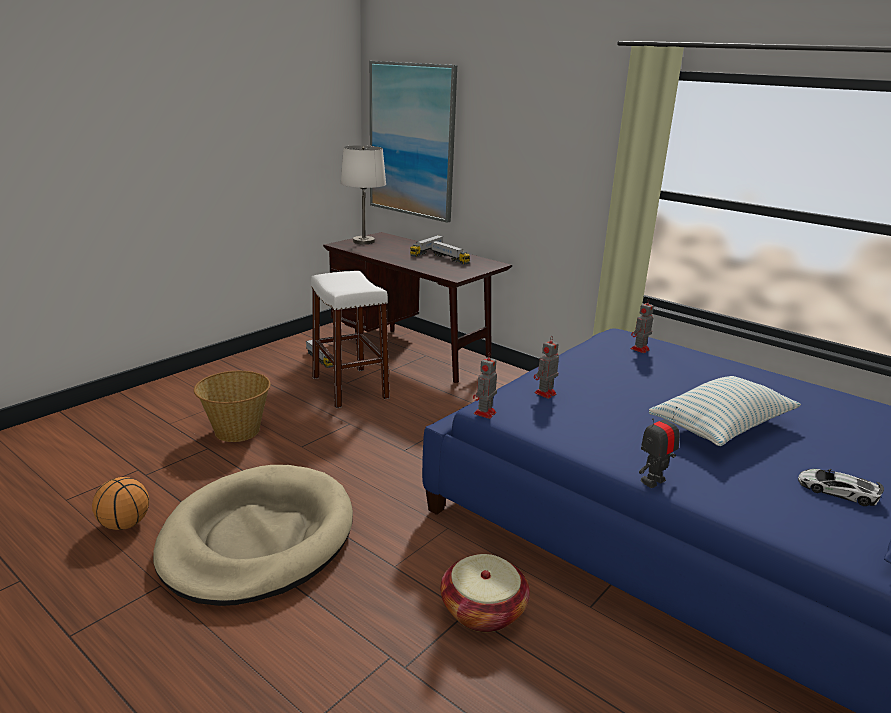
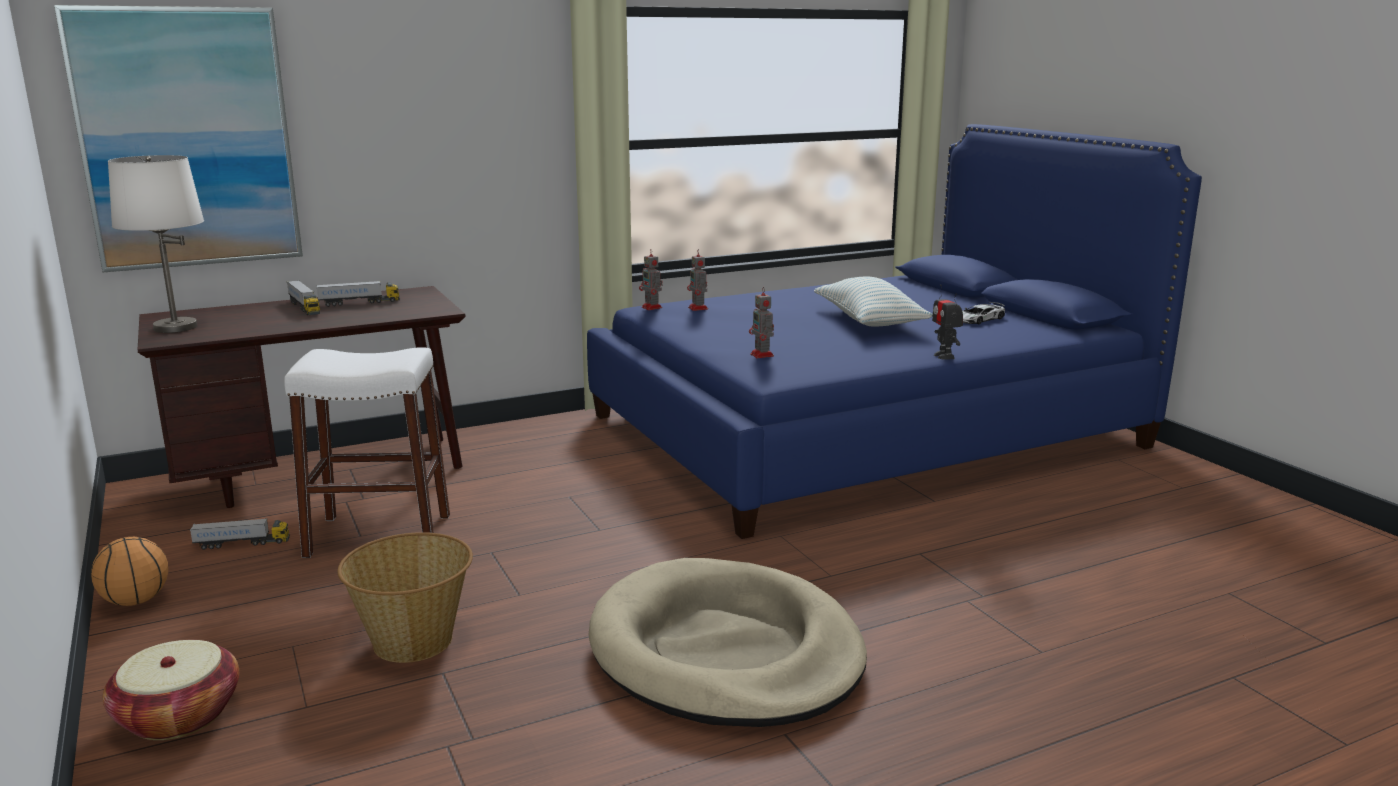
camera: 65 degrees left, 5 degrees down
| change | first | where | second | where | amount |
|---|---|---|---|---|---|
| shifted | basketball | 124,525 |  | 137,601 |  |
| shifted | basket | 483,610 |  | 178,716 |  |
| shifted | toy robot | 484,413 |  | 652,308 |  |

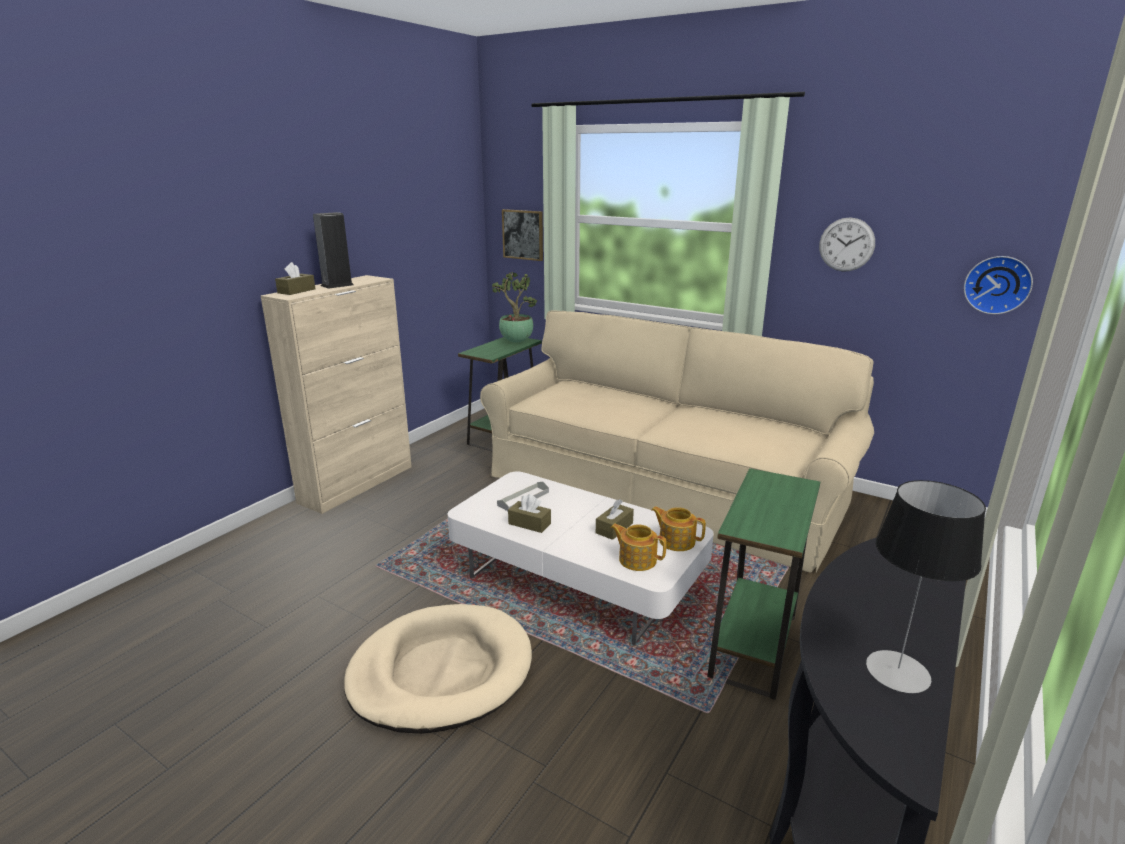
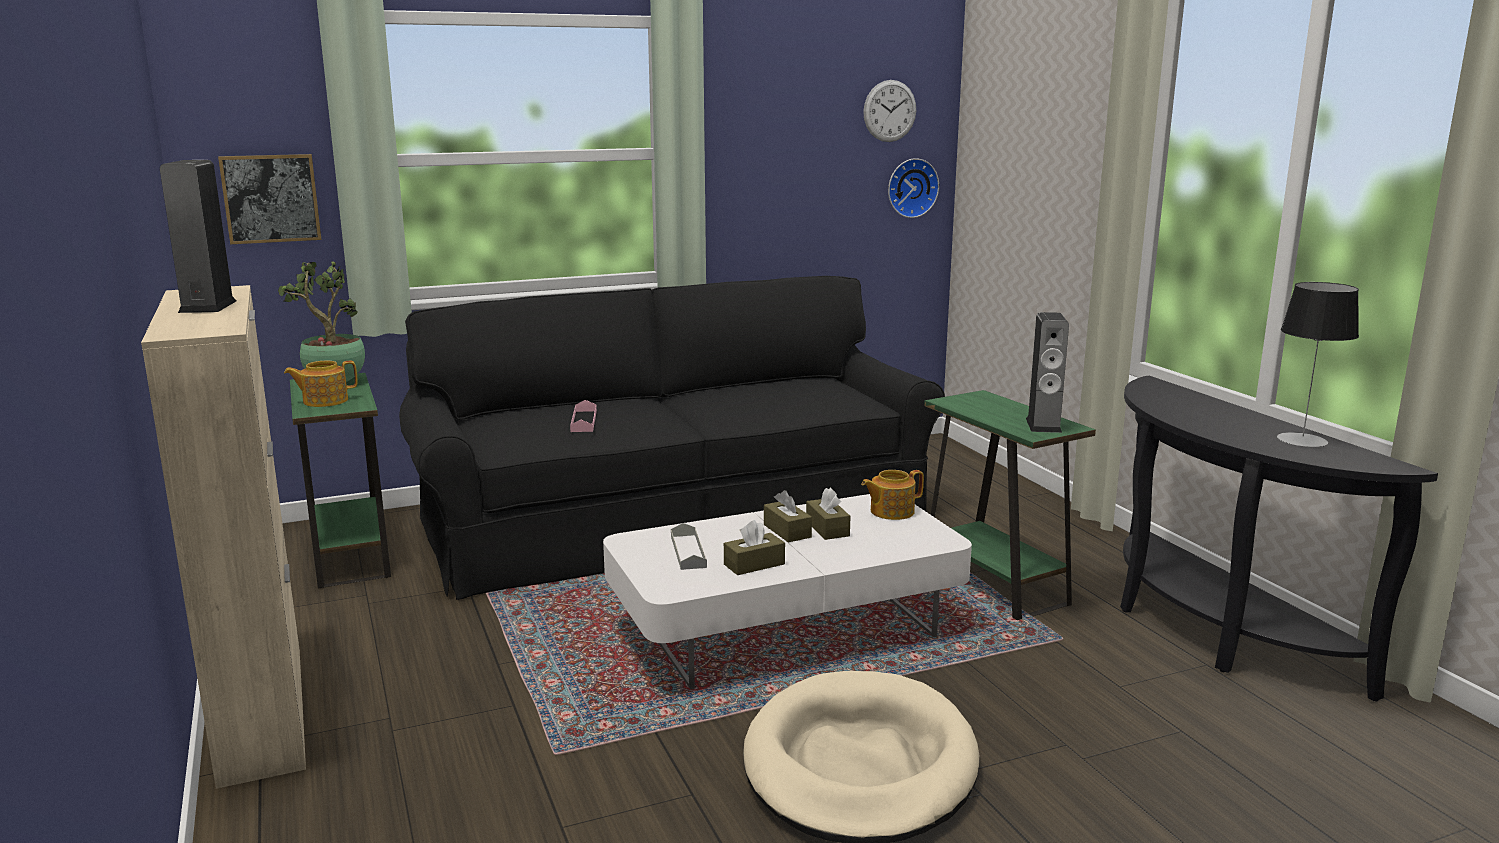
camera: 55 degrees left, 5 degrees down
| change | first | where | second | where | amount |
|---|---|---|---|---|---|
| new |  |  | pink tray | 584,421 |  |
| new |  |  | speaker | 1043,425 |  |
| shifted | brown tissue box | 296,291 |  | 787,531 |  |
| shifted | teapot | 637,559 |  | 324,401 |  |
| shifted | wall clock | 846,244 |  | 889,111 |  |
| repainted | beige sofa | 663,490 | black sofa | 676,520 |  |

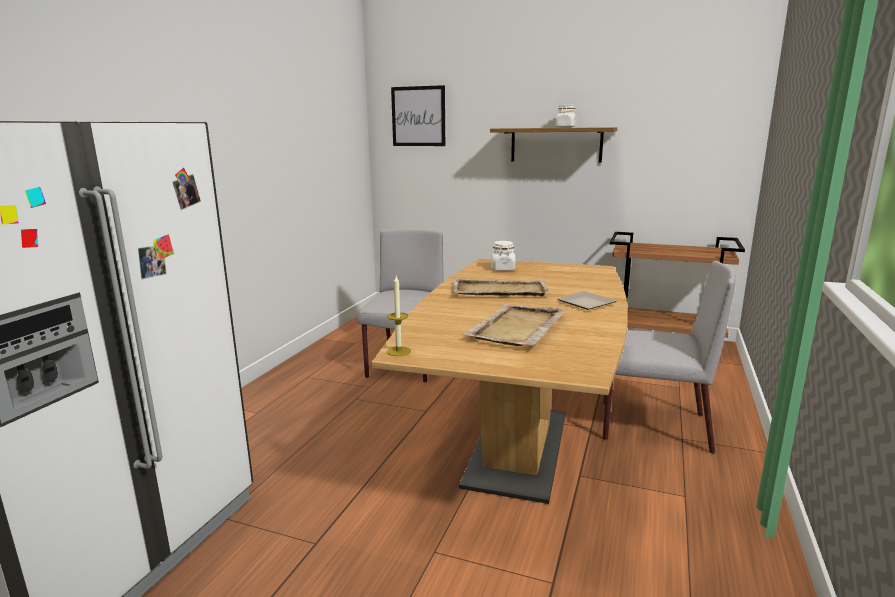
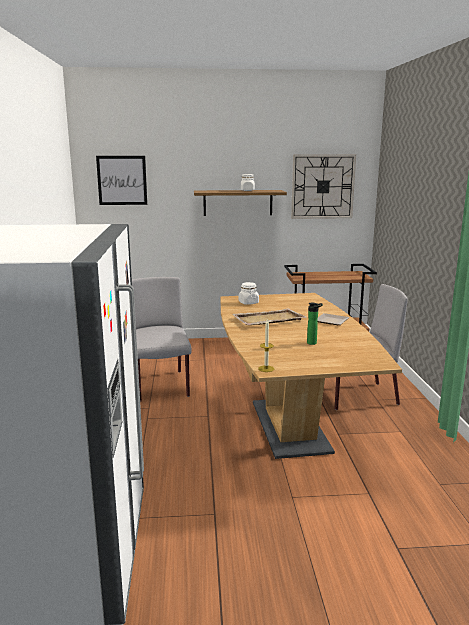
camera: 25 degrees left, 0 degrees up
| change | first | where | second | where | amount |
|---|---|---|---|---|---|
| new |  |  | wall clock | 322,186 |  |
| swapped | beige tray | 516,328 | bottle | 313,343 |  |

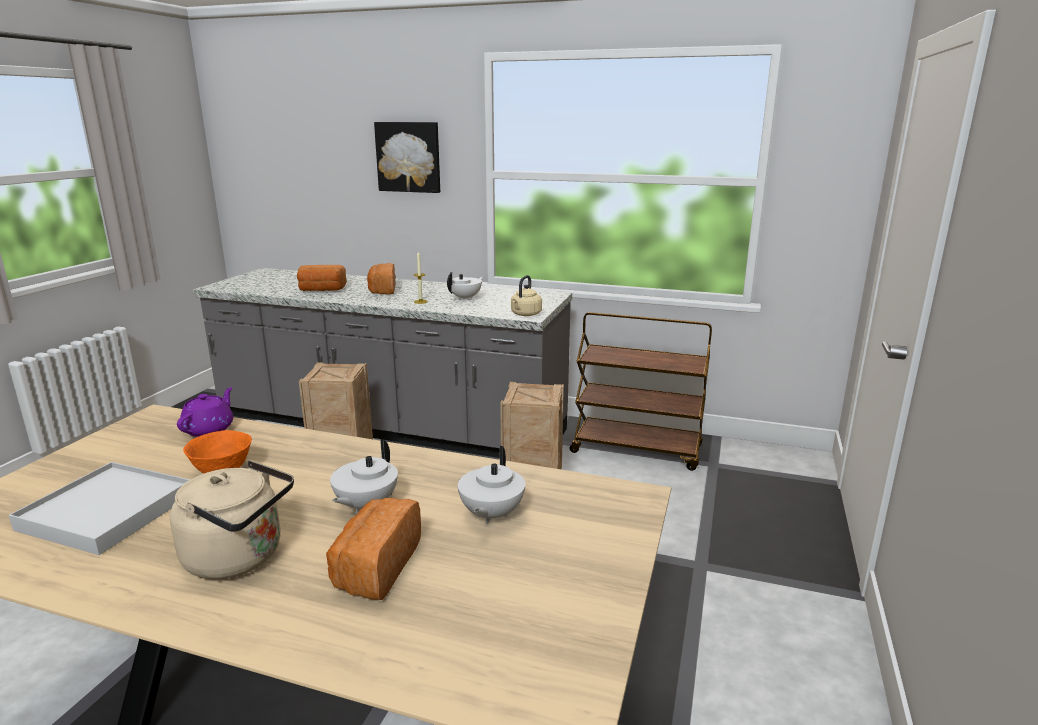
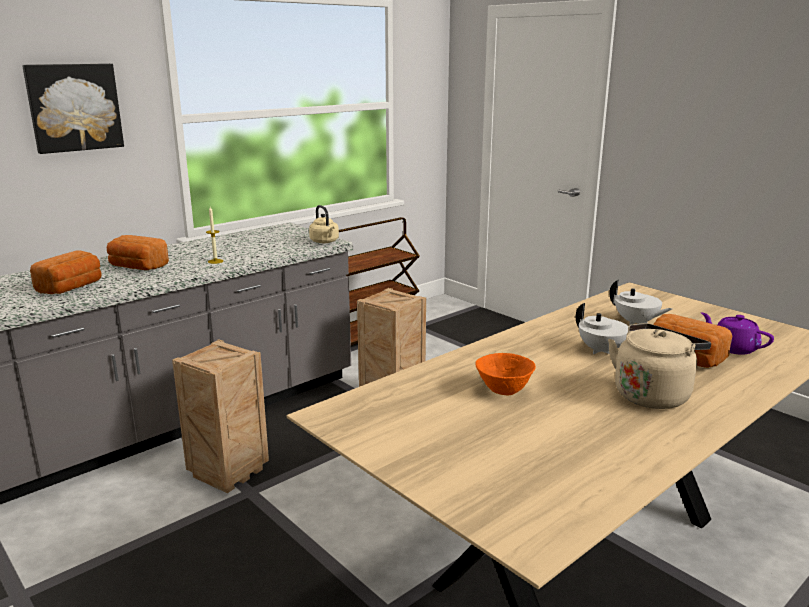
camera: 60 degrees left, 0 degrees up
| change | first | where | second | where | amount |
|---|---|---|---|---|---|
| gone | white tray | 107,511 |  |  |  |
| gone | white teapot | 466,298 |  |  |  |
| shifted | purple teapot | 209,429 |  | 732,348 |  |

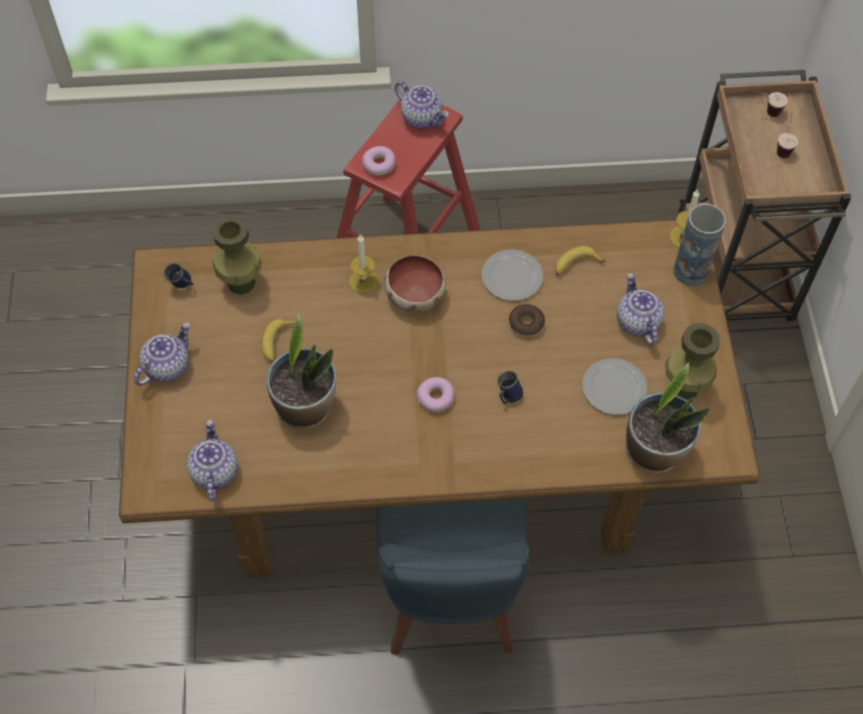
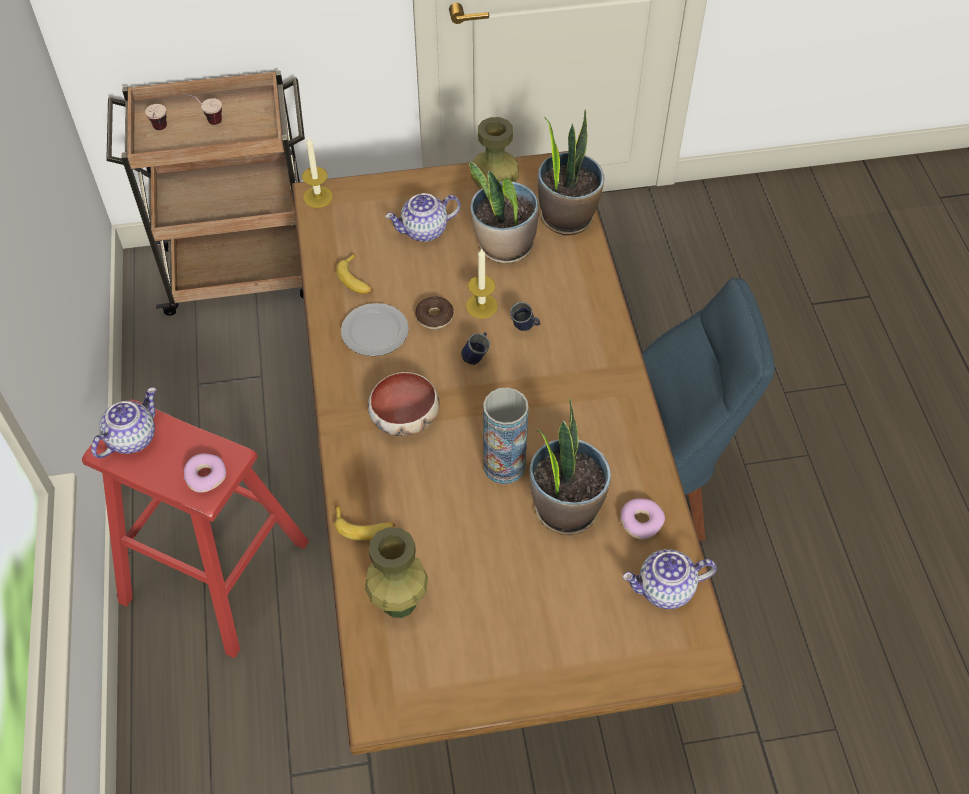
camera: 95 degrees left, 5 degrees down
| change | first | where | second | where | amount |
|---|---|---|---|---|---|
| gone | teapot | 167,366 |  |  |  |
| shifted | blue mug | 182,285 |  | 477,356 |  |
| shifted | banana | 277,343 |  | 364,527 |  |
| shifted | candle | 363,281 |  | 481,306 |  |
| shifted | donut | 436,397 |  | 641,521 |  |
| shifted | vase | 691,271 |  | 504,466 |  |
| swapped | plate | 613,389 | potted plant | 504,247 |  |

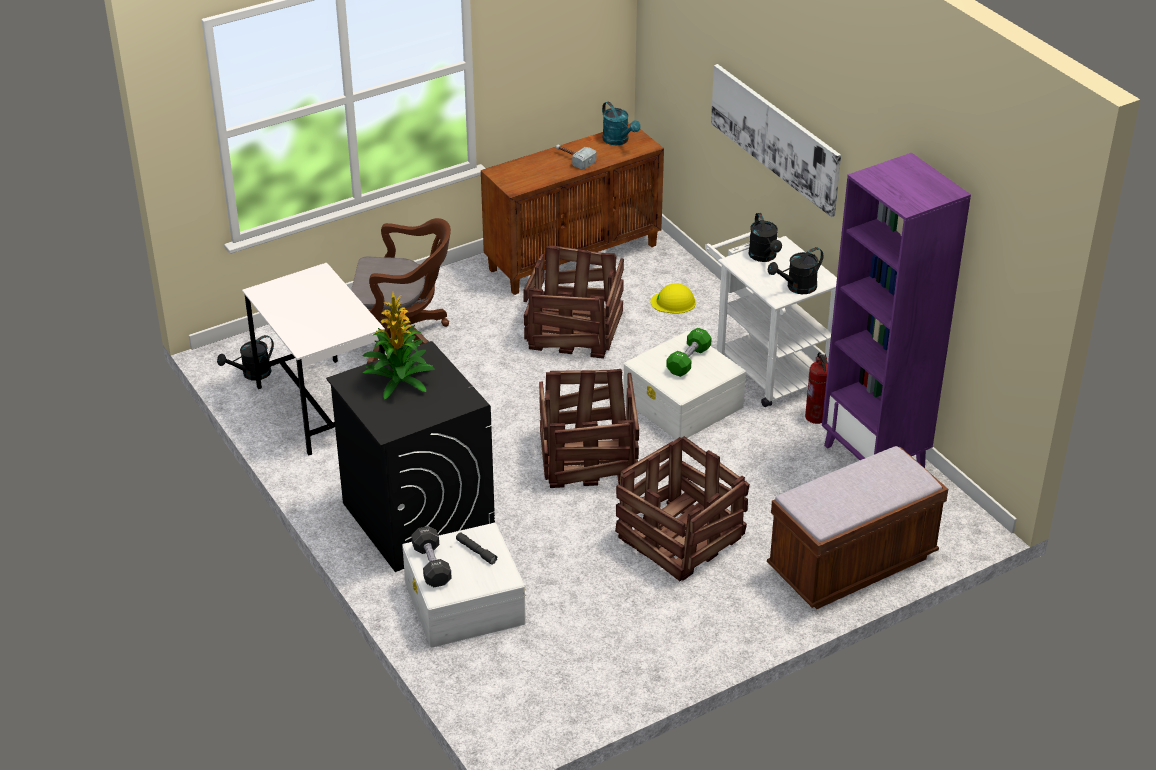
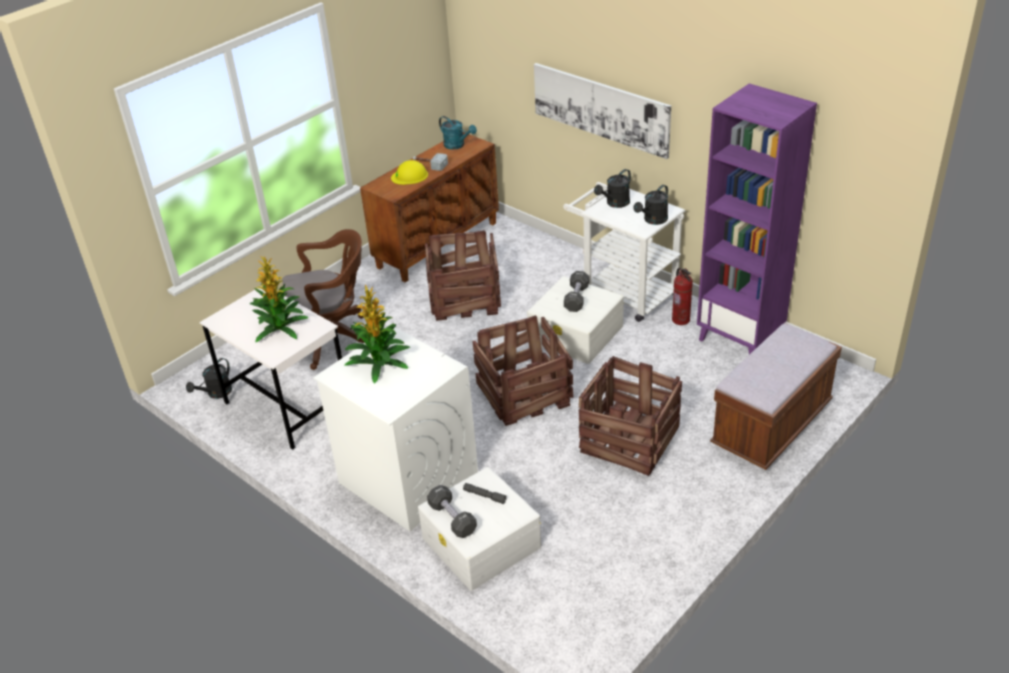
camera: 15 degrees left, 0 degrees up
| change | first | where | second | where | amount |
|---|---|---|---|---|---|
| new |  |  | potted plant | 281,328 |  |
| shifted | yellow hard hat | 673,302 |  | 410,176 |  |
| repainted | black washing machine | 417,517 | white washing machine | 407,478 |  |
| repainted | green dumbbell | 688,361 | black dumbbell | 576,298 |  |
| rotated | black watering can | 764,257 |  | 615,204 | 75 degrees clockwise |

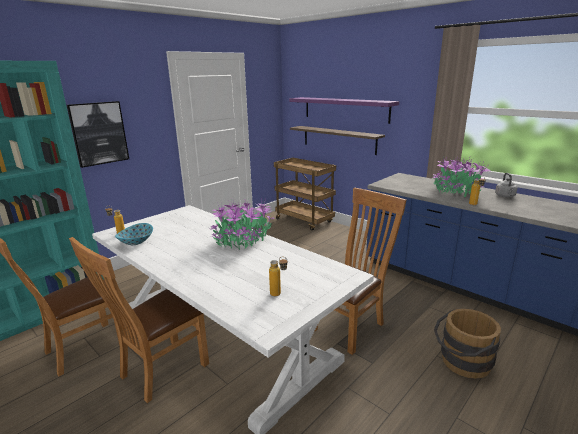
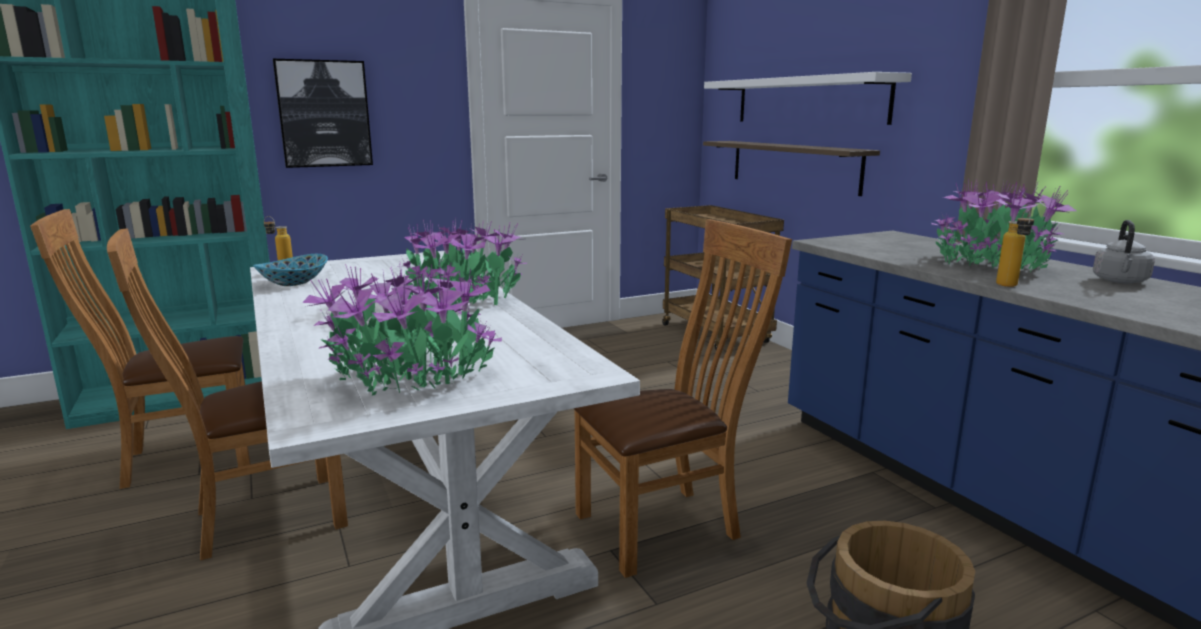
camera: 20 degrees right, 5 degrees down
| change | first | where | second | where | amount |
|---|---|---|---|---|---|
| swapped | bottle | 279,295 | potted plant | 411,378 |  |
| repainted | purple shelf | 345,109 | white shelf | 808,100 |  |

